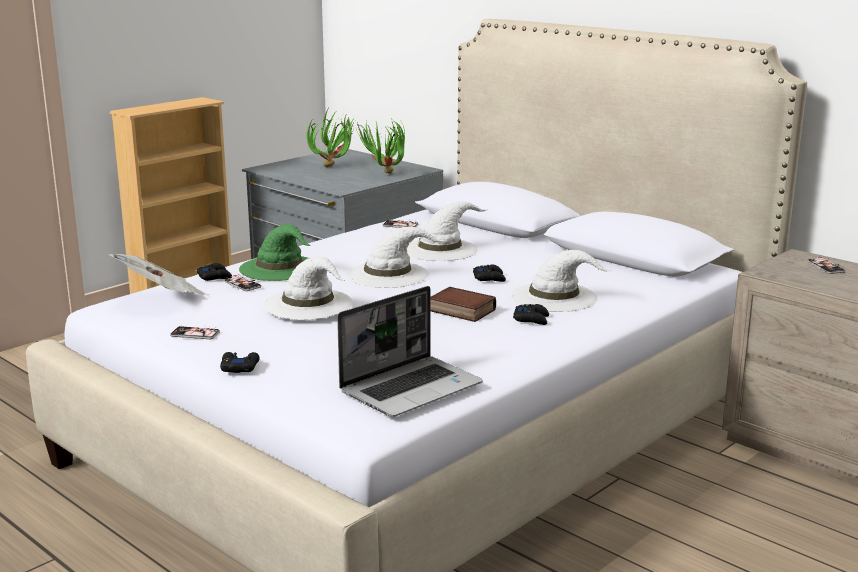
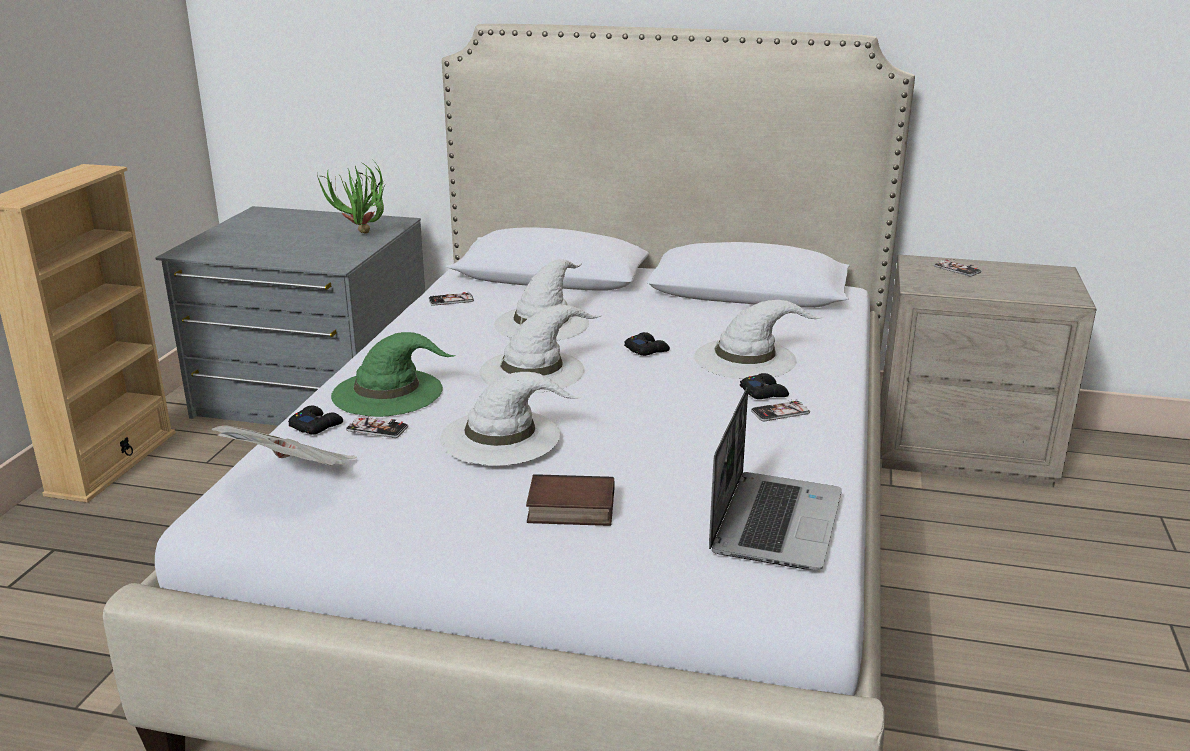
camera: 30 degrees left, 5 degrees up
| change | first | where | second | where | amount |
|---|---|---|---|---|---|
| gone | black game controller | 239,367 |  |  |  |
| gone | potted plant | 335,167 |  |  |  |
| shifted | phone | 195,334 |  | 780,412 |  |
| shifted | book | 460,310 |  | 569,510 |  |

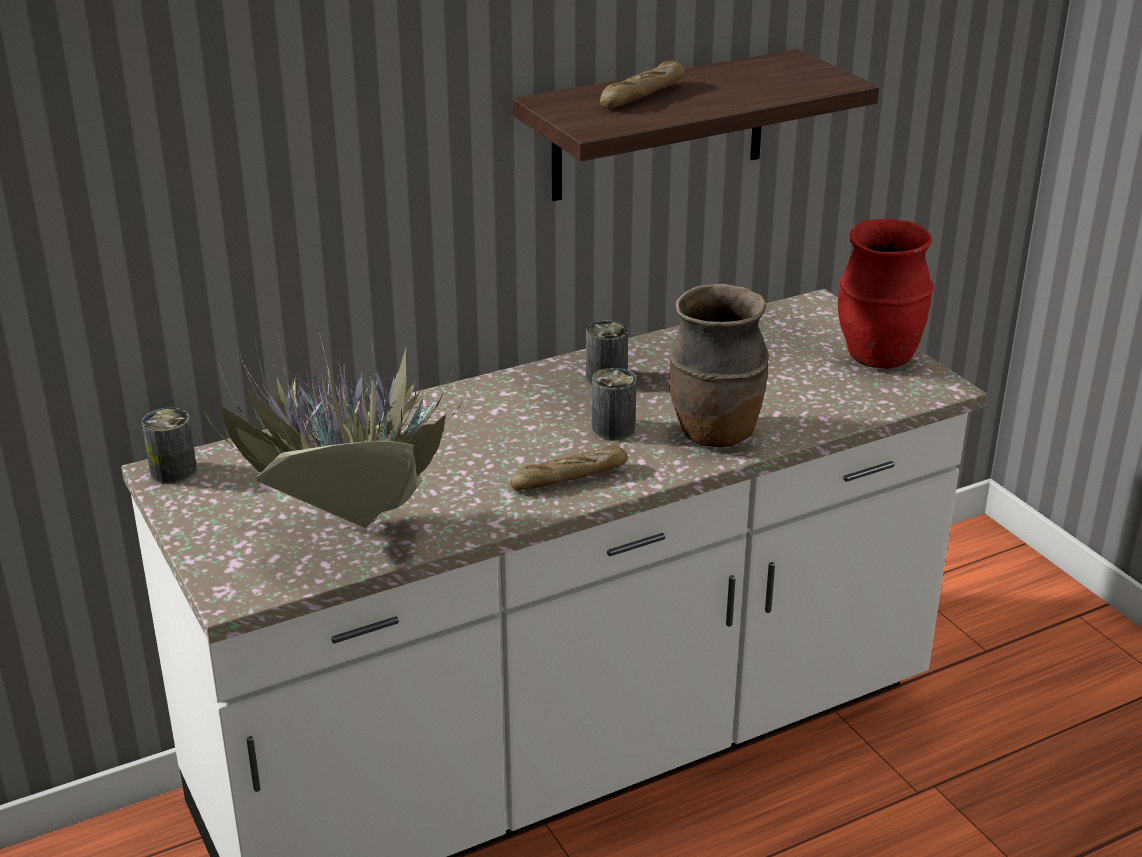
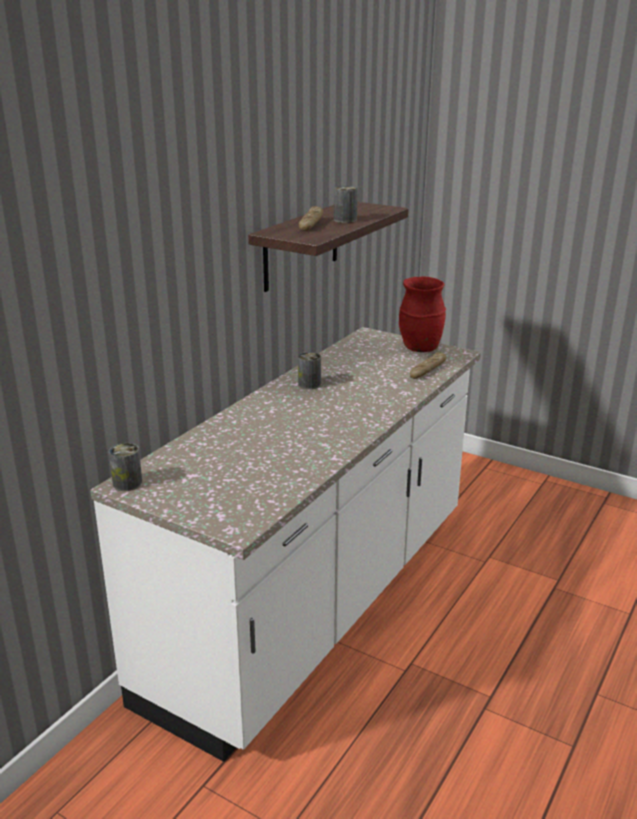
camera: 30 degrees left, 5 degrees down
| change | first | where | second | where | amount |
|---|---|---|---|---|---|
| gone | potted plant | 348,531 |  |  |  |
| gone | brown vase | 714,434 |  |  |  |
| shifted | bread | 569,478 |  | 428,370 |  |
| shifted | can | 613,429 |  | 345,220 |  |

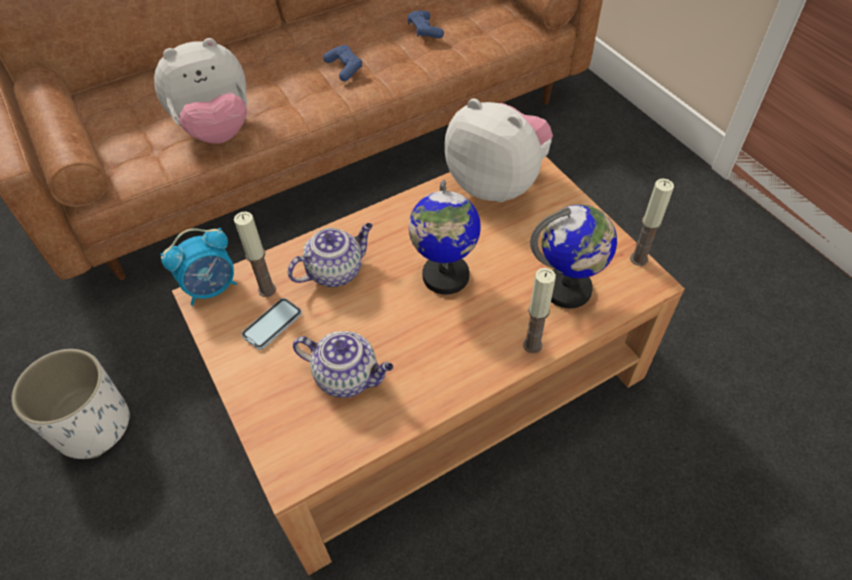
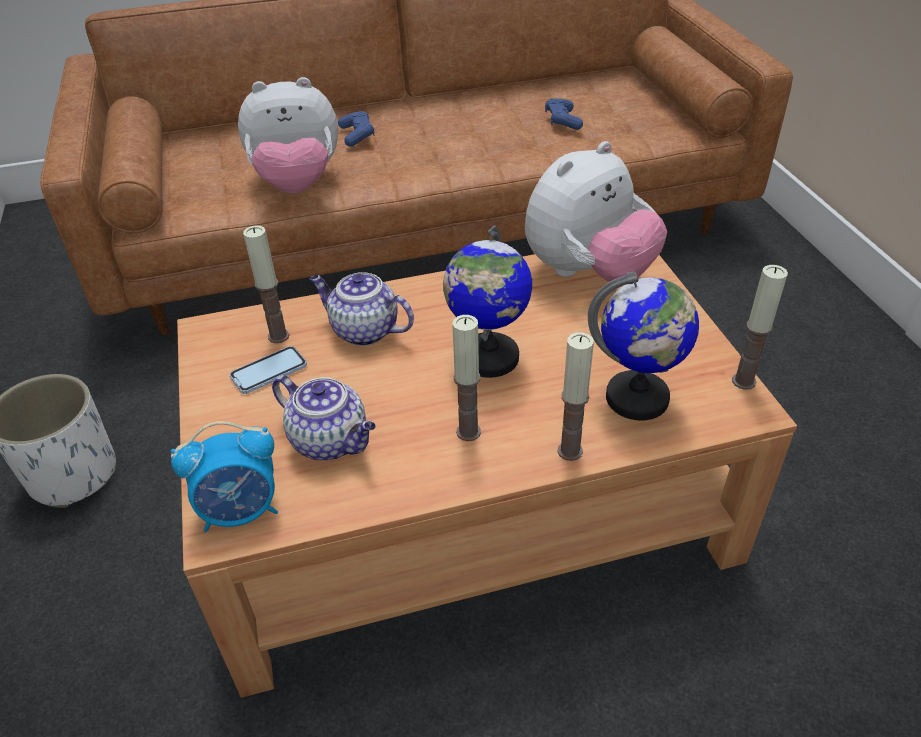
camera: 15 degrees right, 10 degrees down
| change | first | where | second | where | amount |
|---|---|---|---|---|---|
| new |  |  | candle | 468,432 |  |
| shifted | alarm clock | 212,288 |  | 241,511 |  |
| shifted | blue game controller | 344,68 |  | 357,135 |  |
| rotated | teapot | 336,271 |  | 363,331 | 135 degrees counterclockwise |
| rotated | plush toy | 497,183 |  | 588,273 | 90 degrees clockwise |

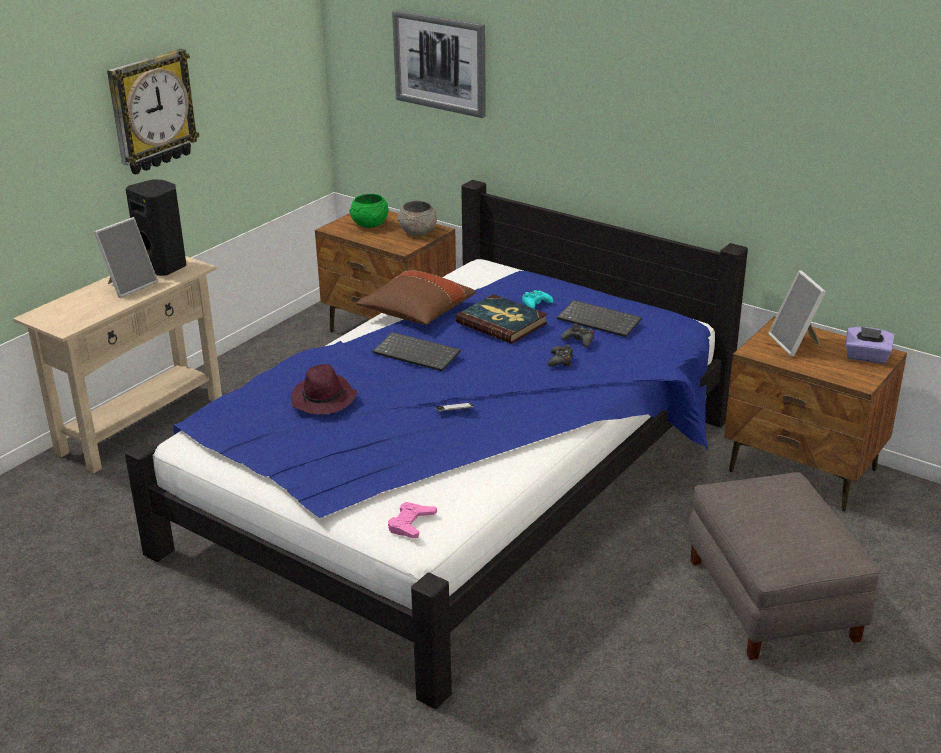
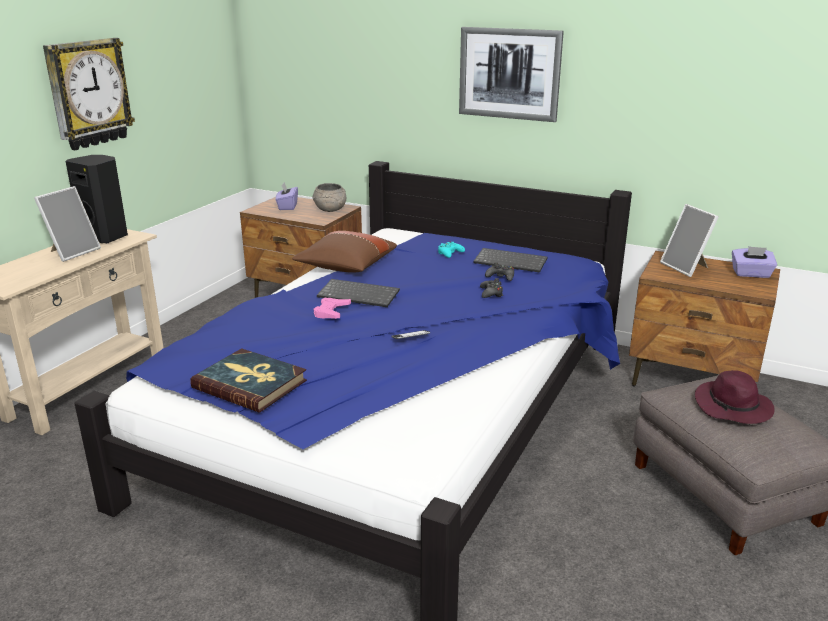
camera: 10 degrees left, 5 degrees down
| change | first | where | second | where | amount |
|---|---|---|---|---|---|
| shifted | purple hat | 324,400 |  | 733,407 |  |
| shifted | pink game controller | 411,524 |  | 331,312 |  |
| shifted | picture | 440,63 |  | 509,73 |  |
| shifted | book | 502,323 |  | 250,384 |  |
| swapped | green bowl | 370,225 | purple tissue box | 287,206 |  |

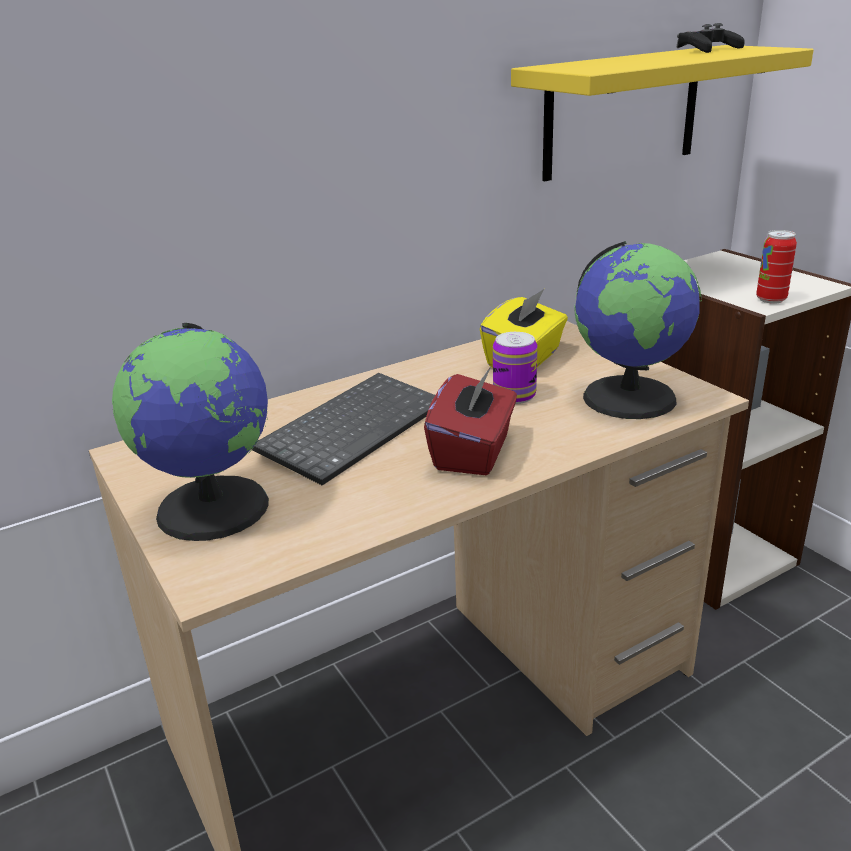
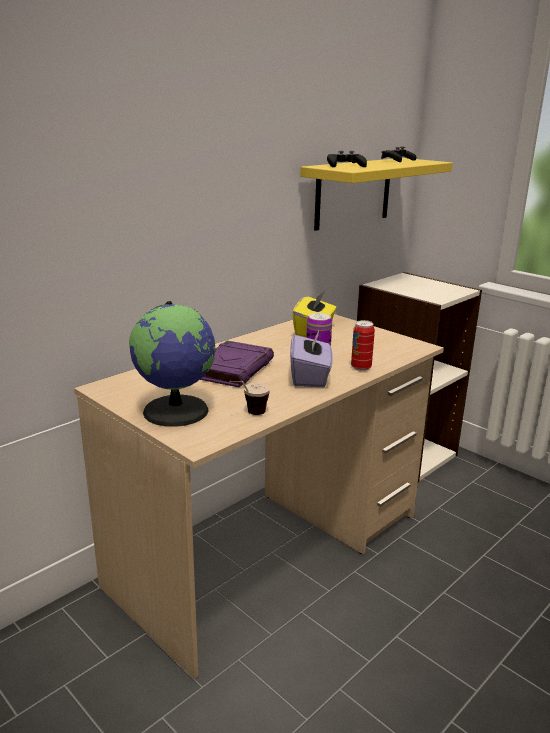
camera: 15 degrees left, 5 degrees down
| change | first | where | second | where | amount |
|---|---|---|---|---|---|
| gone | globe | 630,397 |  |  |  |
| new |  |  | cup | 248,415 |  |
| new |  |  | black game controller | 345,166 |  |
| shifted | can | 771,299 |  | 361,367 |  |
| swapped | keyboard | 352,428 | purple book | 233,369 |  |
| repainted | red tissue box | 474,452 | purple tissue box | 310,377 |  |

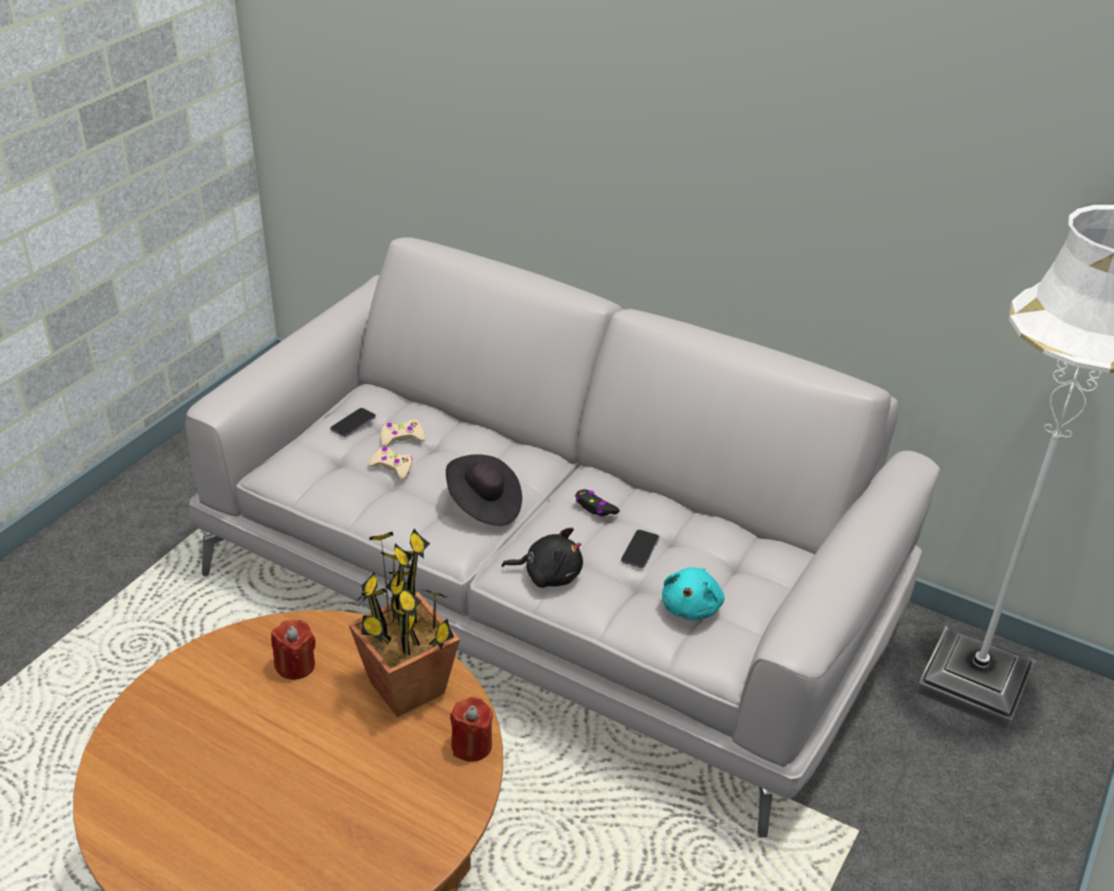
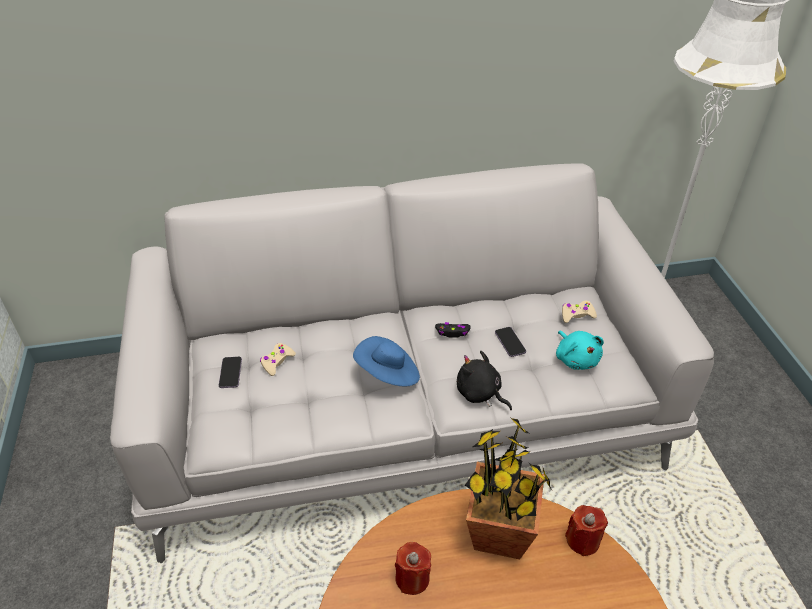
camera: 40 degrees left, 5 degrees up
| change | first | where | second | where | amount |
|---|---|---|---|---|---|
| shifted | beige game controller | 392,467 |  | 577,315 |  |
| repainted | black hat | 484,505 | blue hat | 388,374 |  |
| rotated | black plush toy | 548,574 |  | 480,393 | 105 degrees counterclockwise |

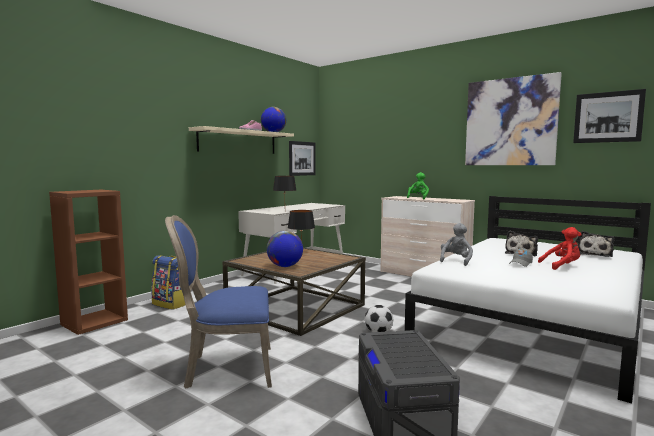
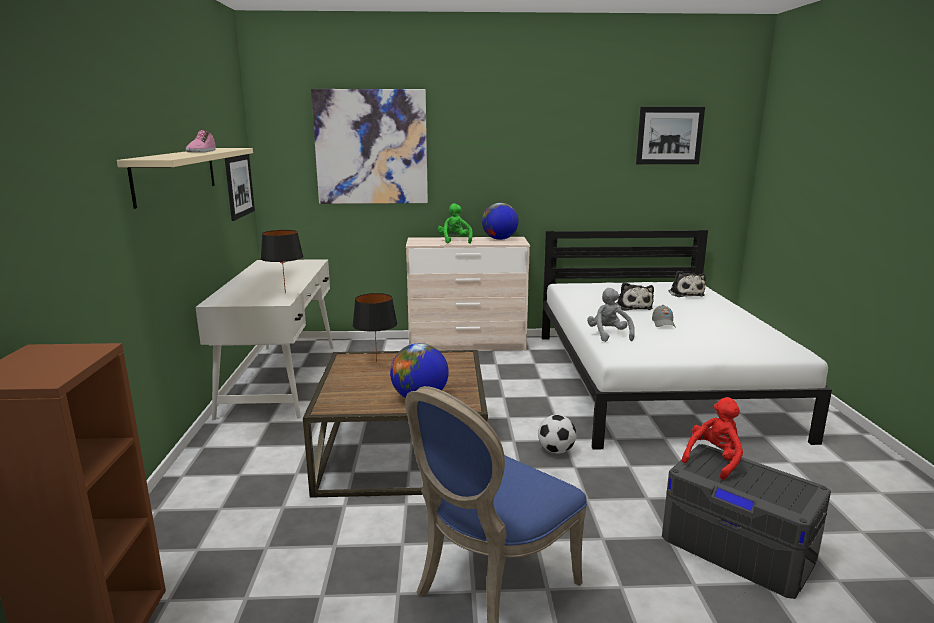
camera: 40 degrees left, 10 degrees up
| change | first | where | second | where | amount |
|---|---|---|---|---|---|
| gone | backpack | 170,304 |  |  |  |
| shifted | globe | 273,132 |  | 499,239 |  |
| shifted | picture | 510,122 |  | 371,147 |  |
| shifted | red plush toy | 562,266 |  | 714,460 |  |

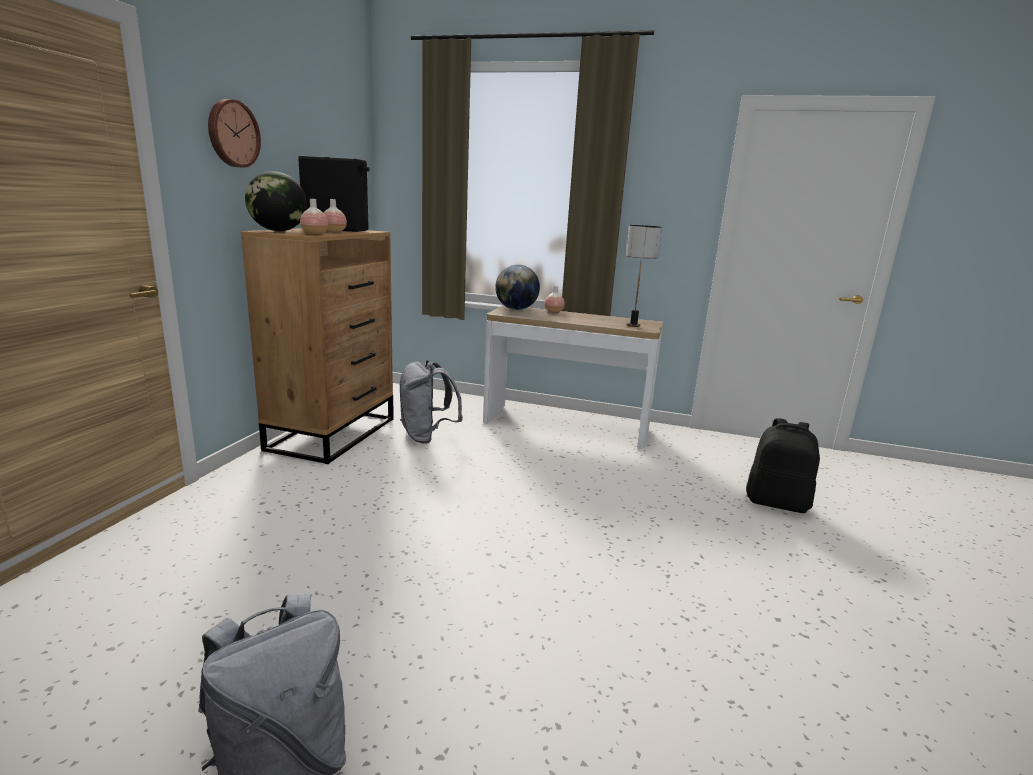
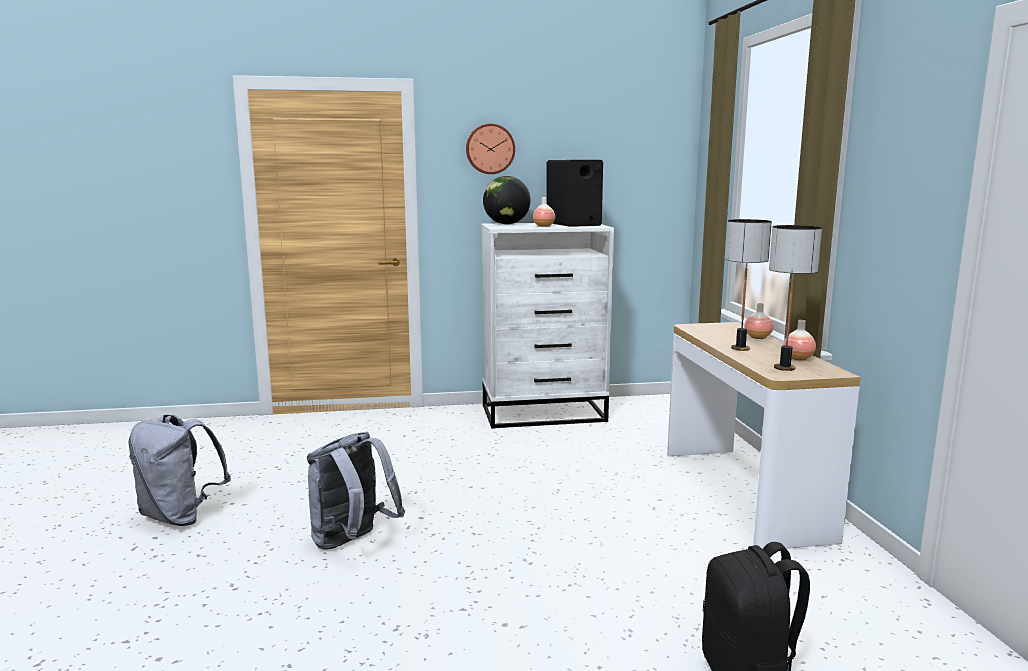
camera: 65 degrees right, 5 degrees down
| change | first | where | second | where | amount |
|---|---|---|---|---|---|
| gone | globe | 516,309 |  |  |  |
| new |  |  | table lamp | 740,348 |  |
| shifted | vase | 314,234 |  | 798,358 |  |
| shifted | grey backpack | 427,436 |  | 352,542 |  |
| repainted | brown dresser | 333,433 | white dresser | 544,413 |  |

